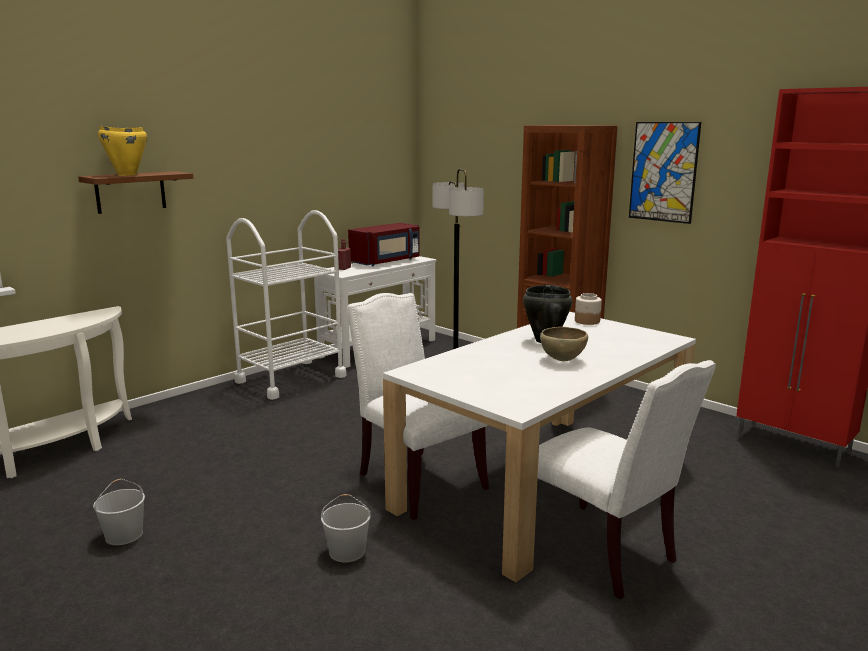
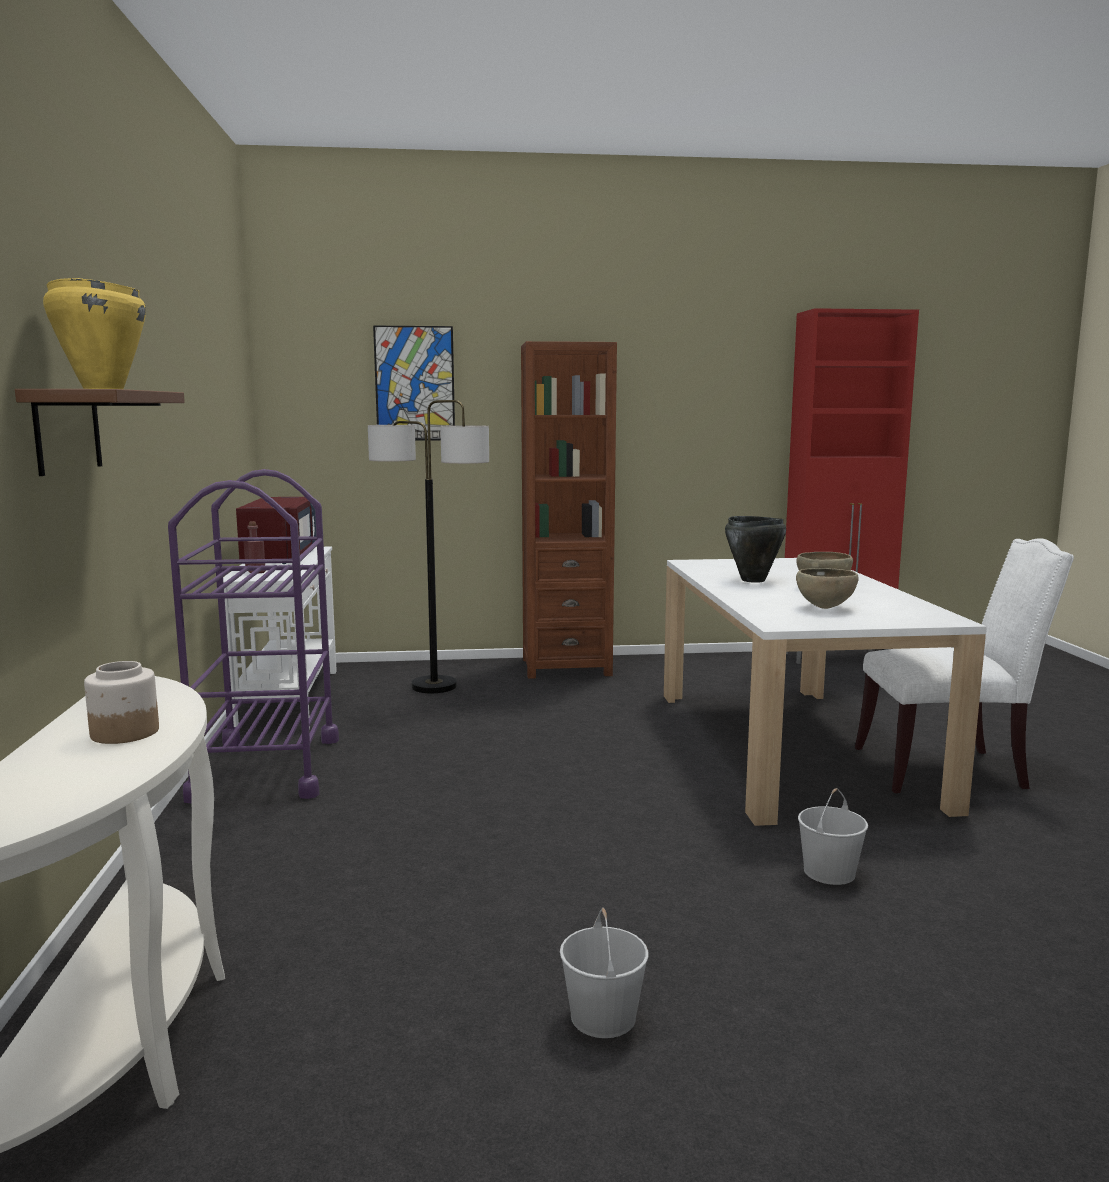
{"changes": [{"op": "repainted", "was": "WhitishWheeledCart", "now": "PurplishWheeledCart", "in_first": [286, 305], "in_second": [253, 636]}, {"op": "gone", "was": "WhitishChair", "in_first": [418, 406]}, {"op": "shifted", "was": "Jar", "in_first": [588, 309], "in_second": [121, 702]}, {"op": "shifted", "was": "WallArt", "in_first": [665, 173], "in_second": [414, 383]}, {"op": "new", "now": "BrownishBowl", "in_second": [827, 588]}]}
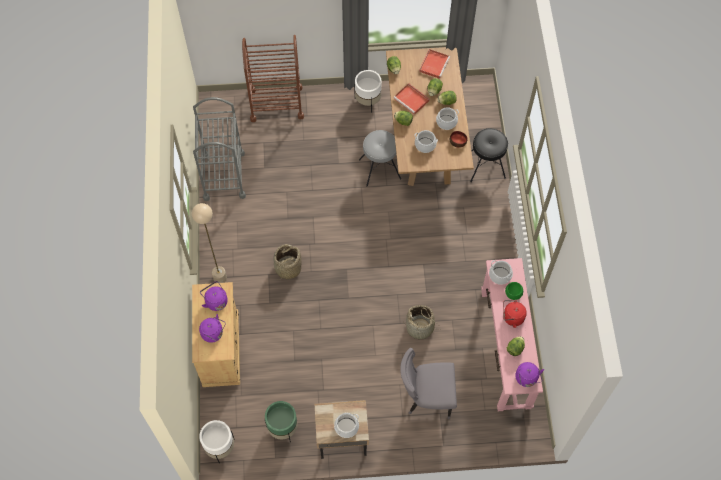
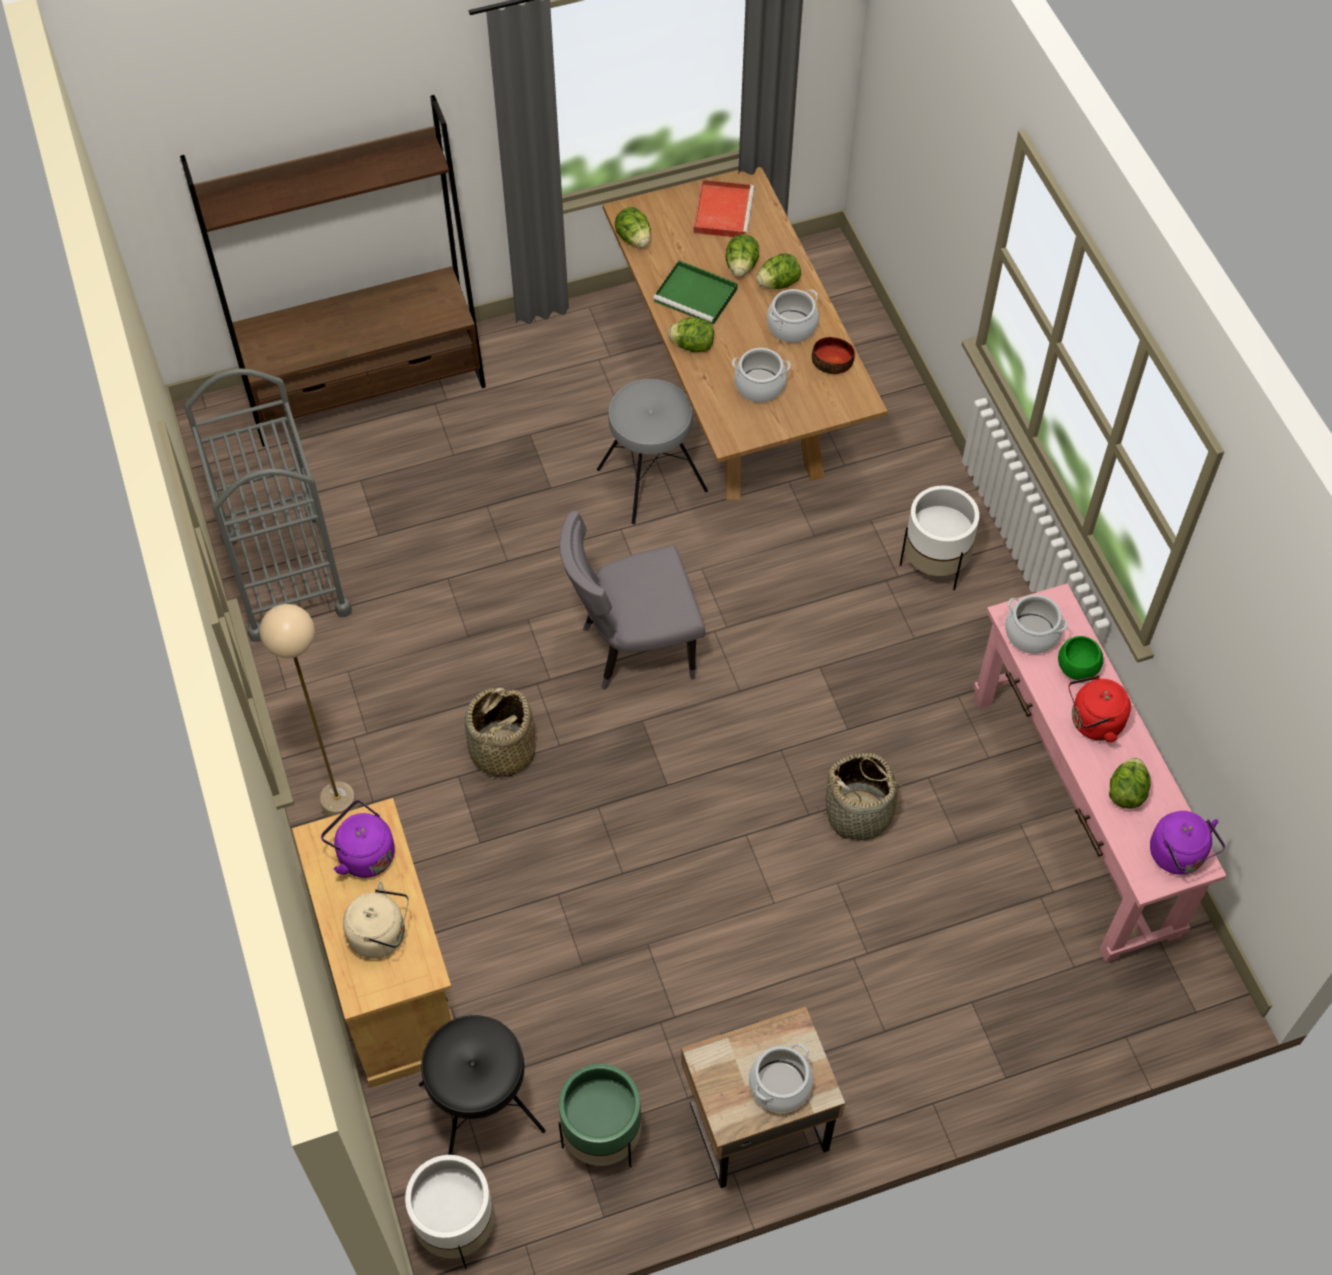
{"changes": [{"op": "repainted", "was": "PurplishTeaKettle", "now": "BeigeTeaKettle", "in_first": [212, 328], "in_second": [376, 920]}, {"op": "swapped", "was": "BrownishWheeledCart", "now": "BrownishBookcase", "in_first": [273, 78], "in_second": [333, 271]}, {"op": "shifted", "was": "WhitishPlanter", "in_first": [368, 91], "in_second": [939, 537]}, {"op": "repainted", "was": "RedServingTray", "now": "GreenishServingTray", "in_first": [411, 99], "in_second": [695, 292]}, {"op": "shifted", "was": "GreyishChair", "in_first": [428, 383], "in_second": [632, 600]}, {"op": "shifted", "was": "BlackishStool", "in_first": [489, 155], "in_second": [482, 1085]}]}
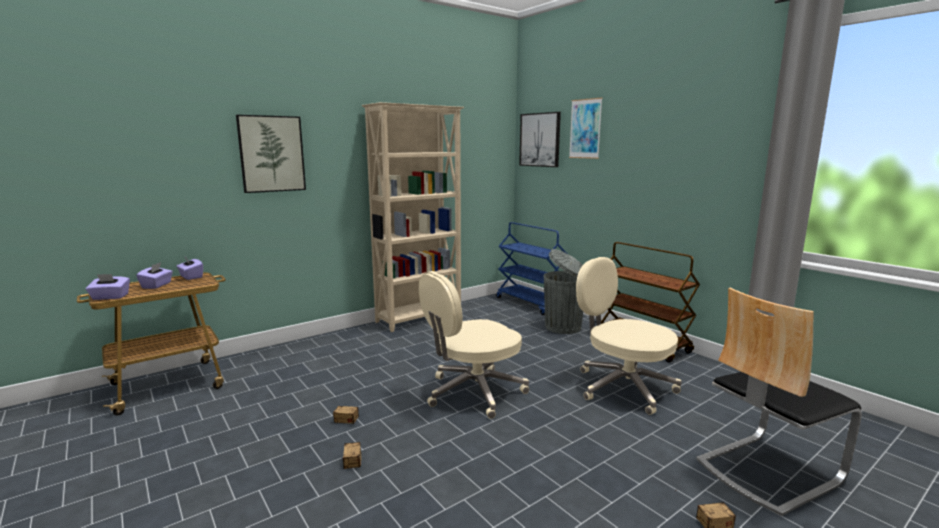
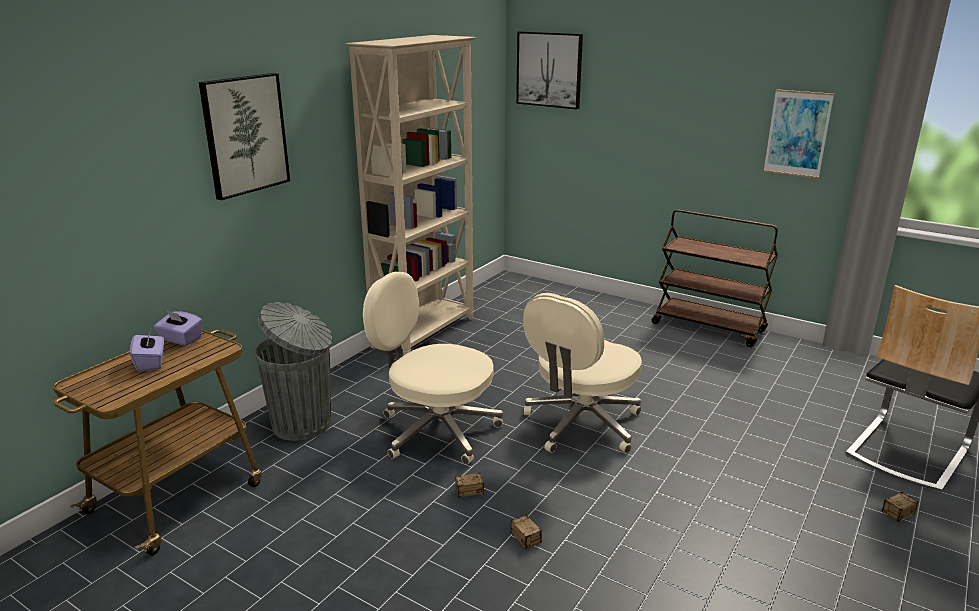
{"changes": [{"op": "gone", "was": "PurplishTissueBox", "in_first": [108, 287]}, {"op": "gone", "was": "BlueColouredWheeledCart", "in_first": [531, 268]}, {"op": "shifted", "was": "GreyishTrashCan", "in_first": [563, 291], "in_second": [294, 371]}, {"op": "shifted", "was": "WallArt", "in_first": [586, 128], "in_second": [798, 133]}, {"op": "shifted", "was": "BeigeComputerChair", "in_first": [629, 336], "in_second": [433, 368]}]}
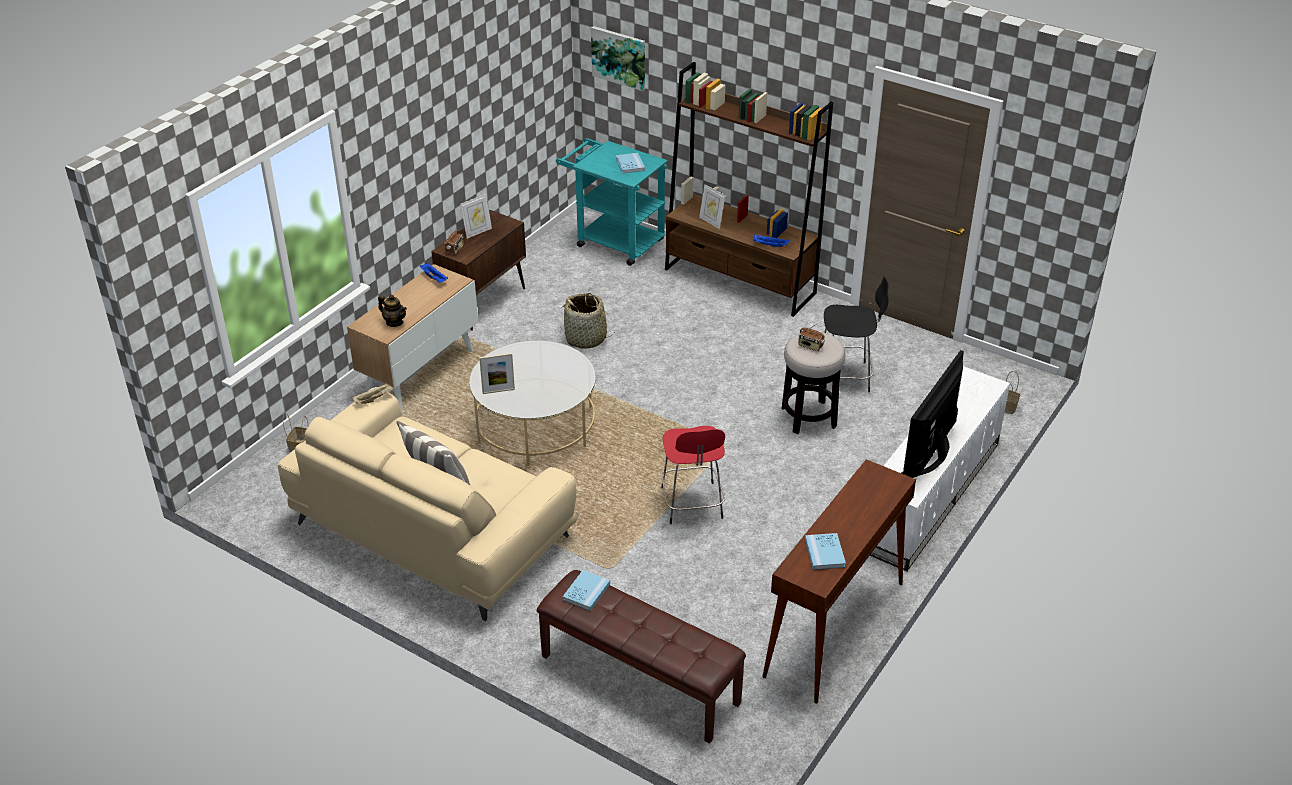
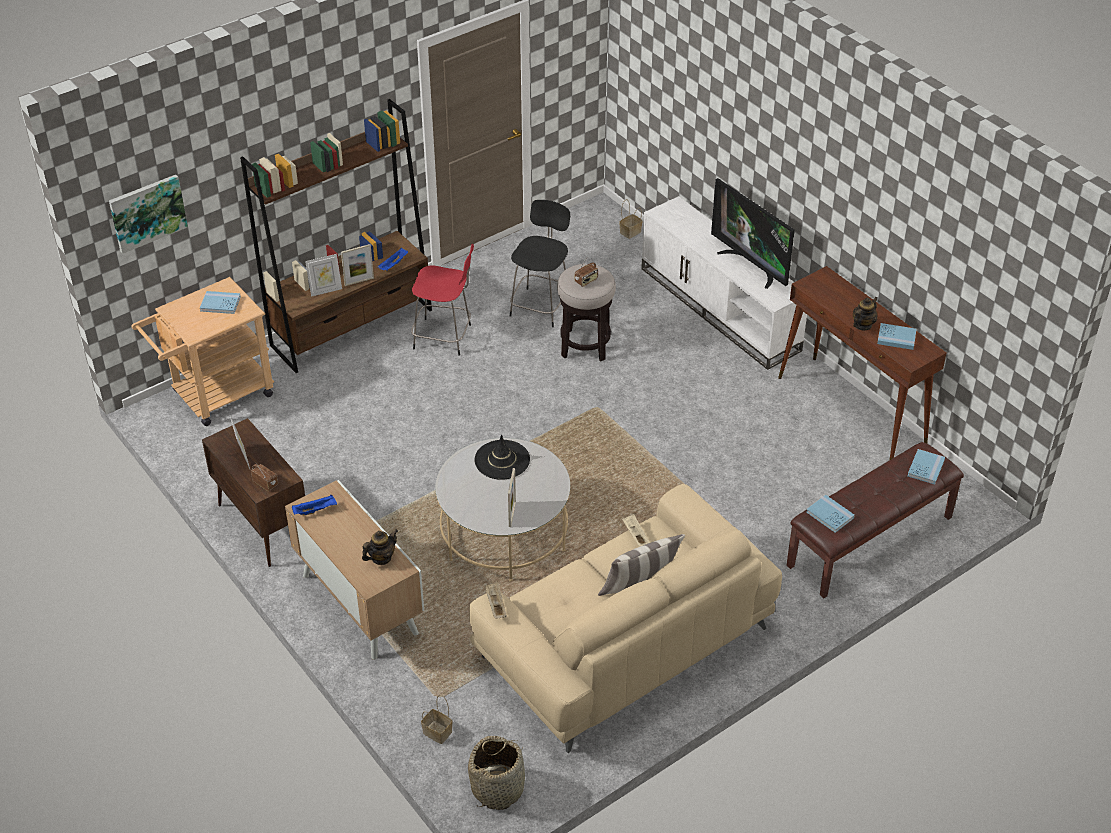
{"changes": [{"op": "repainted", "was": "TurquoiseColouredWheeledCart", "now": "BeigeWheeledCart", "in_first": [612, 202], "in_second": [202, 351]}, {"op": "shifted", "was": "HouseholdBasket", "in_first": [587, 321], "in_second": [496, 773]}, {"op": "shifted", "was": "RedStool", "in_first": [693, 475], "in_second": [442, 300]}, {"op": "new", "now": "PictureFrame", "in_second": [357, 265]}, {"op": "new", "now": "BlackishHat", "in_second": [502, 457]}, {"op": "new", "now": "BeigeServingTray", "in_second": [636, 530]}, {"op": "new", "now": "TeaPot", "in_second": [865, 314]}, {"op": "new", "now": "BlueColouredVolume", "in_second": [926, 467]}]}
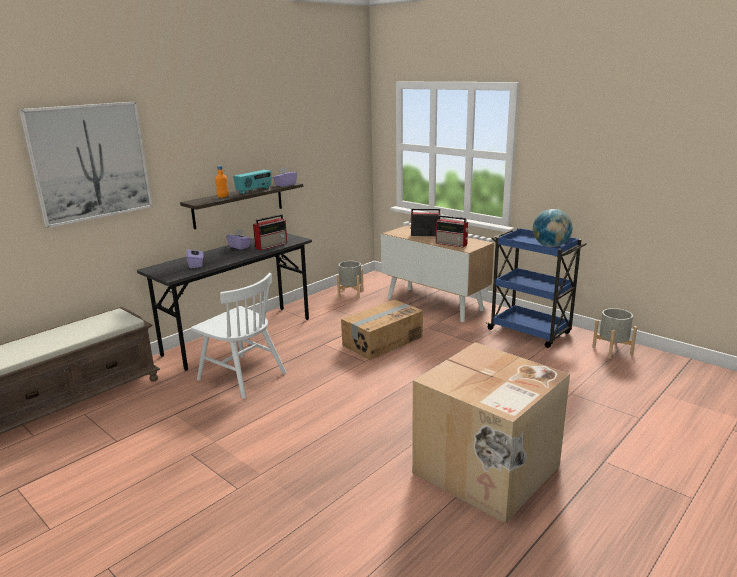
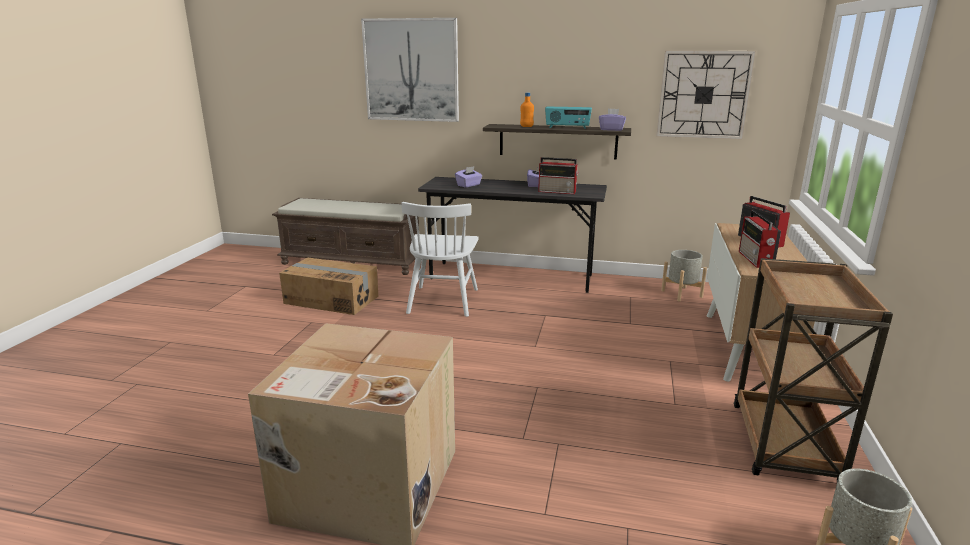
{"changes": [{"op": "shifted", "was": "CardboardBox", "in_first": [382, 330], "in_second": [328, 286]}, {"op": "repainted", "was": "BlueColouredWheeledCart", "now": "BrownishWheeledCart", "in_first": [536, 288], "in_second": [813, 369]}, {"op": "gone", "was": "Globe", "in_first": [553, 228]}, {"op": "new", "now": "ClockOnTheWall", "in_second": [706, 95]}]}
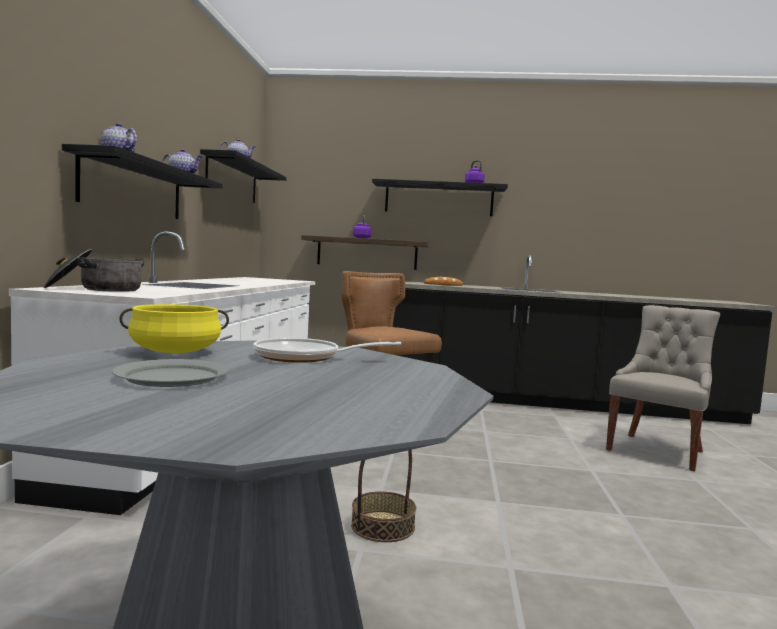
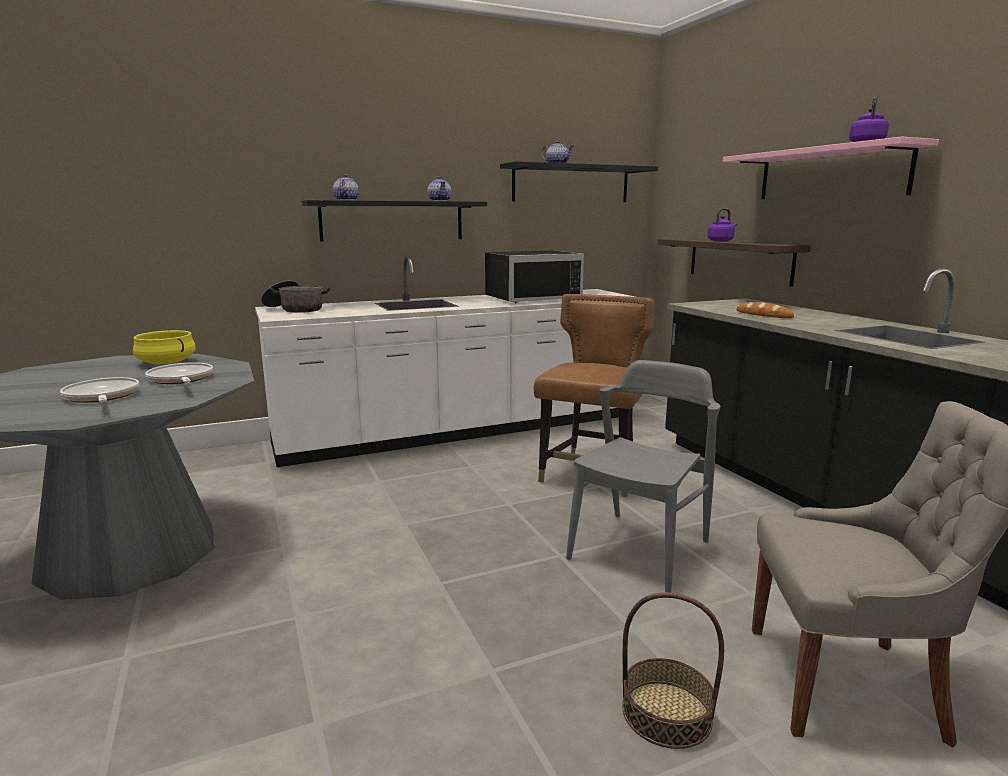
{"changes": [{"op": "gone", "was": "GreyishFlatDish", "in_first": [170, 373]}, {"op": "shifted", "was": "HouseholdBasket", "in_first": [383, 496], "in_second": [673, 670]}, {"op": "repainted", "was": "BlackishBracketShelf", "now": "PinkColouredBracketShelf", "in_first": [440, 197], "in_second": [831, 168]}, {"op": "new", "now": "Skillet", "in_second": [99, 390]}, {"op": "new", "now": "BlackishMicrowave", "in_second": [534, 277]}, {"op": "new", "now": "GreyishChair", "in_second": [643, 476]}]}
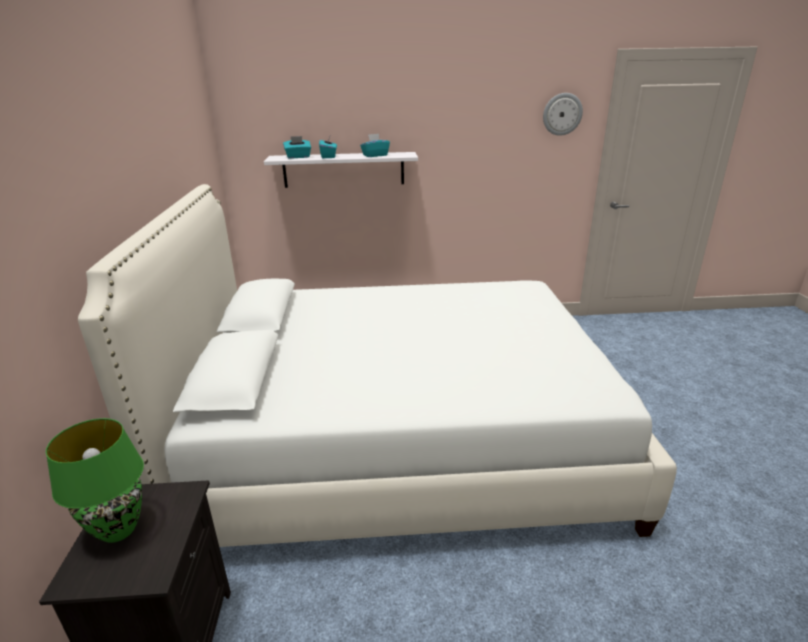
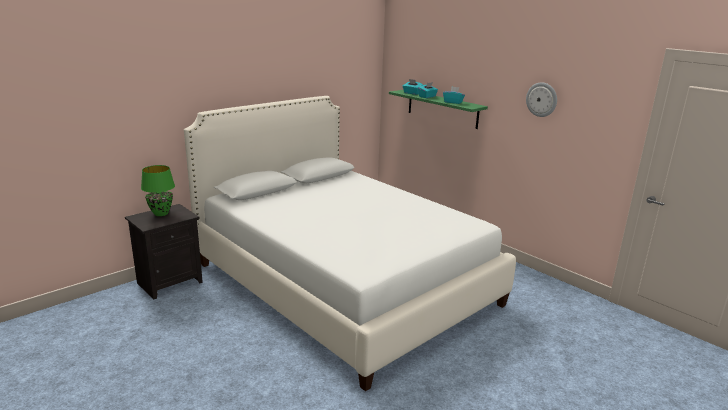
{"changes": [{"op": "repainted", "was": "WhitishBracketShelf", "now": "GreenishBracketShelf", "in_first": [341, 170], "in_second": [438, 109]}, {"op": "shifted", "was": "ClockOnTheWall", "in_first": [563, 114], "in_second": [541, 99]}]}
